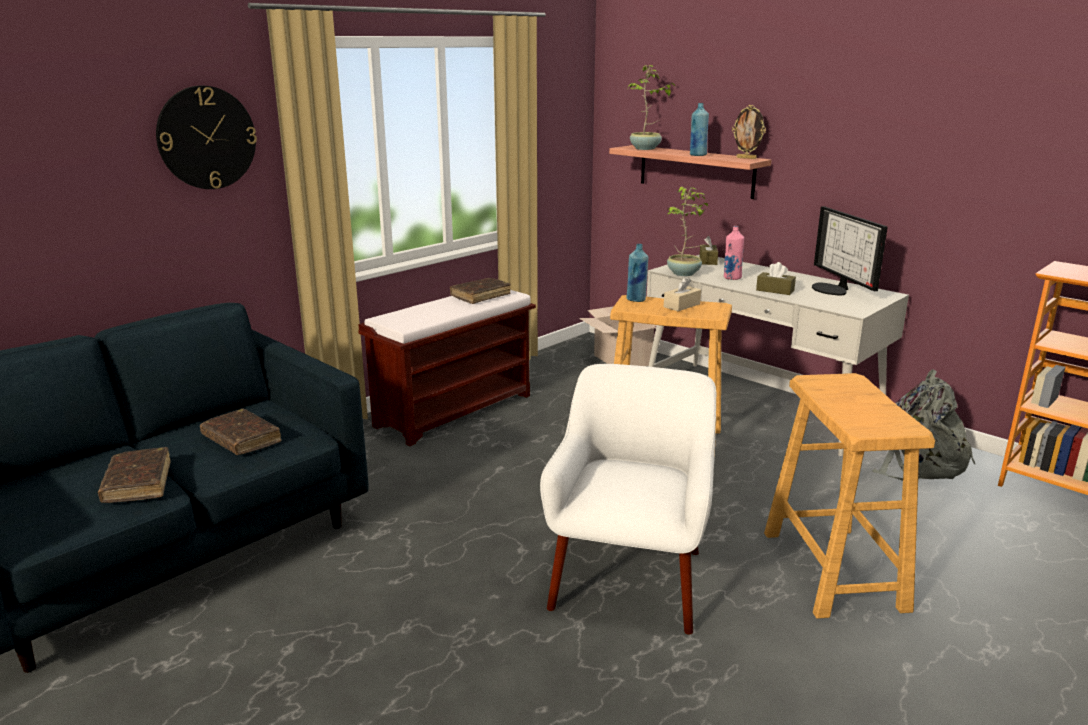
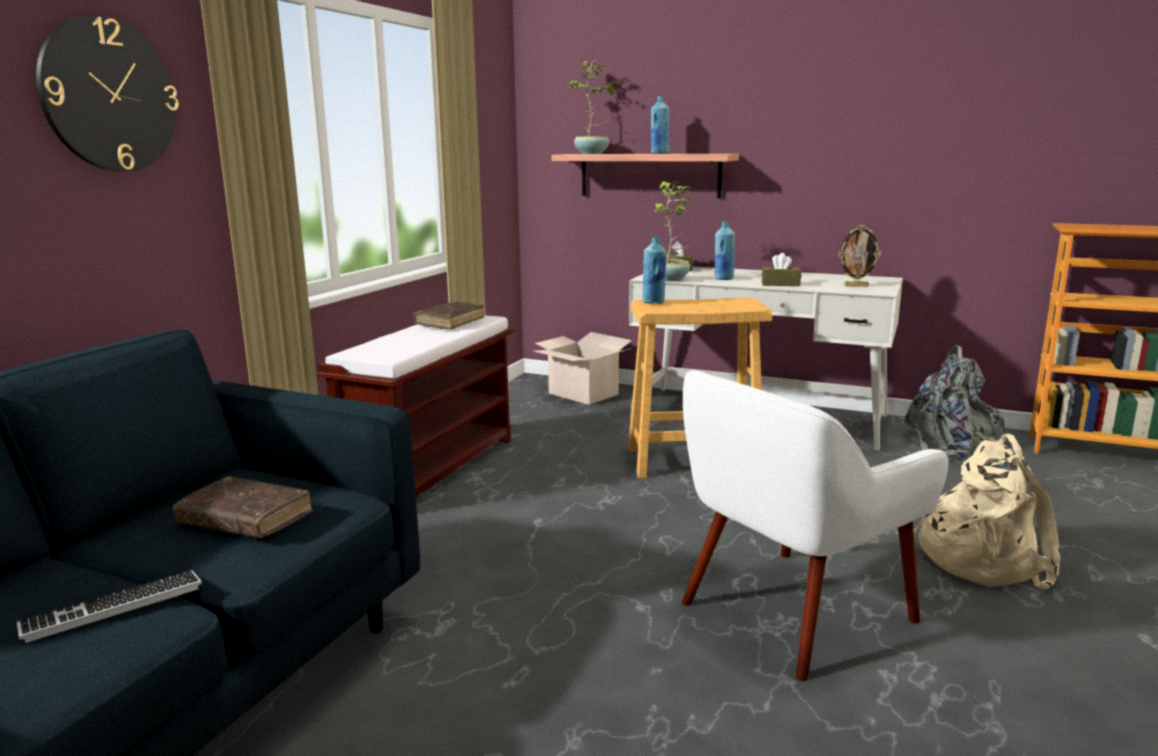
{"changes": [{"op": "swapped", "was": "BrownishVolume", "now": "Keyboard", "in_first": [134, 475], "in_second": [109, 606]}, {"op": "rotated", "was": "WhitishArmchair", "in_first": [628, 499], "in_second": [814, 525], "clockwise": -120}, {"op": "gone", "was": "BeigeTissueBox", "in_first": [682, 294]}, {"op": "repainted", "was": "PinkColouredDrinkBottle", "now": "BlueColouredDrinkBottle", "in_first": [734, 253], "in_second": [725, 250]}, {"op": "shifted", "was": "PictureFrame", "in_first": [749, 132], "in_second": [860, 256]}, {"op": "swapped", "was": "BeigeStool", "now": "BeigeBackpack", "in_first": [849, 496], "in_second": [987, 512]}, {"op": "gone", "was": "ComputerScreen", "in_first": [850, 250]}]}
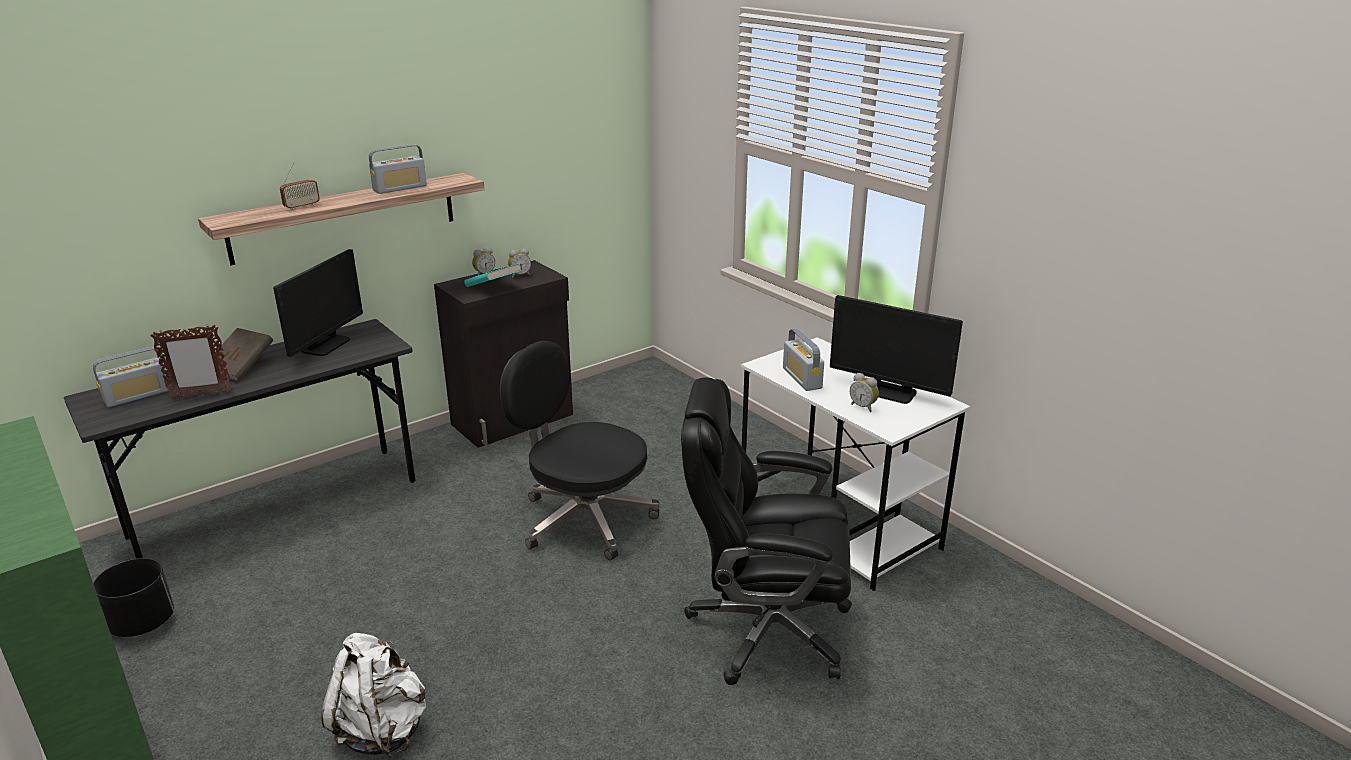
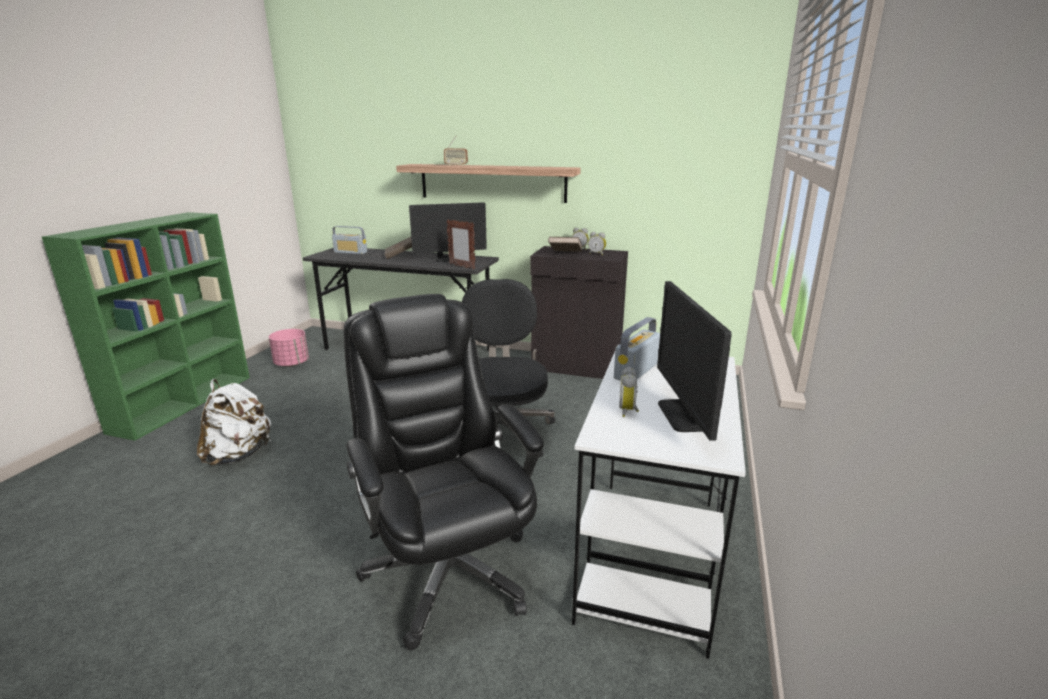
{"changes": [{"op": "repainted", "was": "BlackishPlanter", "now": "PinkColouredPlanter", "in_first": [133, 597], "in_second": [289, 348]}, {"op": "shifted", "was": "PictureFrame", "in_first": [191, 362], "in_second": [460, 244]}, {"op": "gone", "was": "RadioSet", "in_first": [398, 169]}, {"op": "repainted", "was": "TurquoiseColouredVolume", "now": "BrownishVolume", "in_first": [493, 275], "in_second": [565, 244]}]}
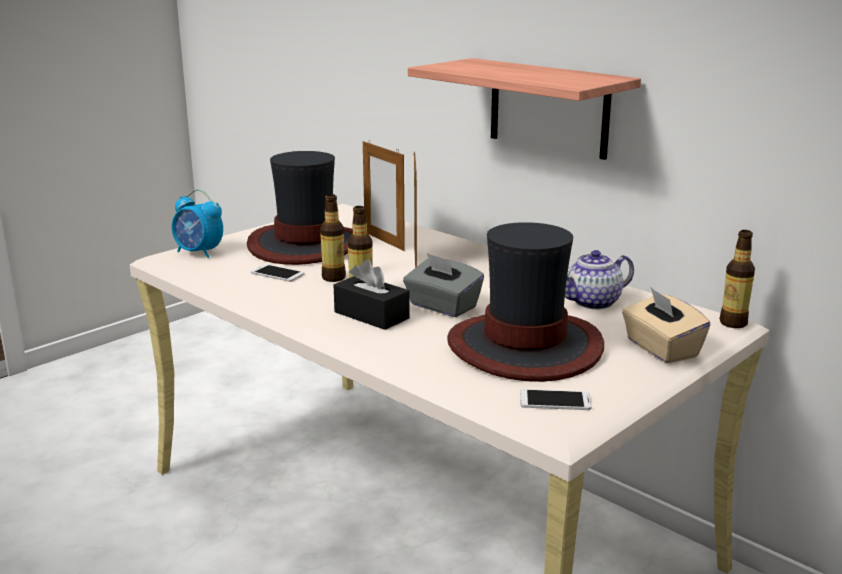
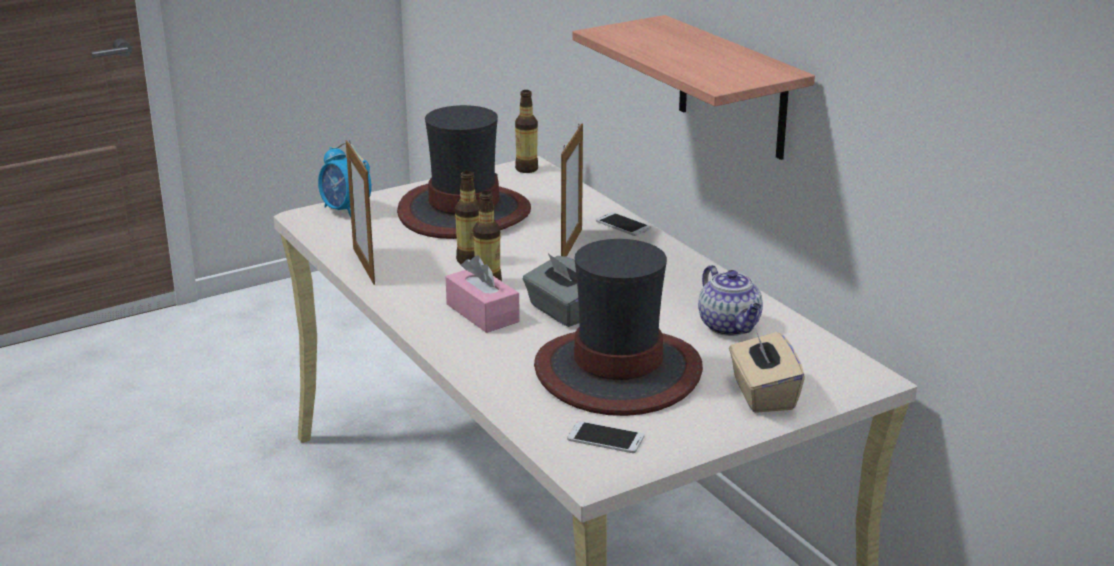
{"changes": [{"op": "shifted", "was": "Telephone", "in_first": [278, 273], "in_second": [623, 224]}, {"op": "repainted", "was": "BlackishTissueBox", "now": "PinkColouredTissueBox", "in_first": [372, 295], "in_second": [483, 294]}, {"op": "shifted", "was": "PictureFrame", "in_first": [384, 195], "in_second": [360, 212]}, {"op": "rotated", "was": "TeaPot", "in_first": [599, 280], "in_second": [730, 300], "clockwise": -105}, {"op": "shifted", "was": "DrinkBottle", "in_first": [737, 279], "in_second": [526, 131]}]}
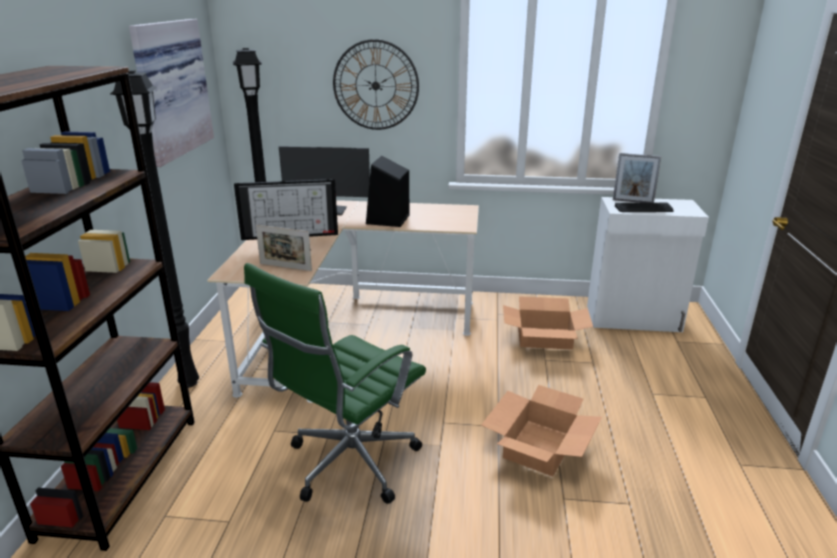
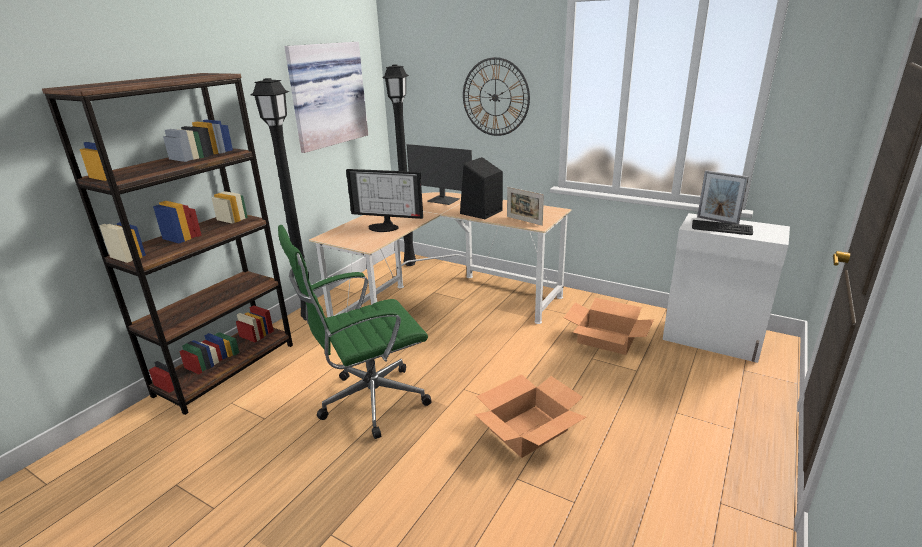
{"changes": [{"op": "shifted", "was": "PictureFrame", "in_first": [284, 248], "in_second": [525, 206]}]}
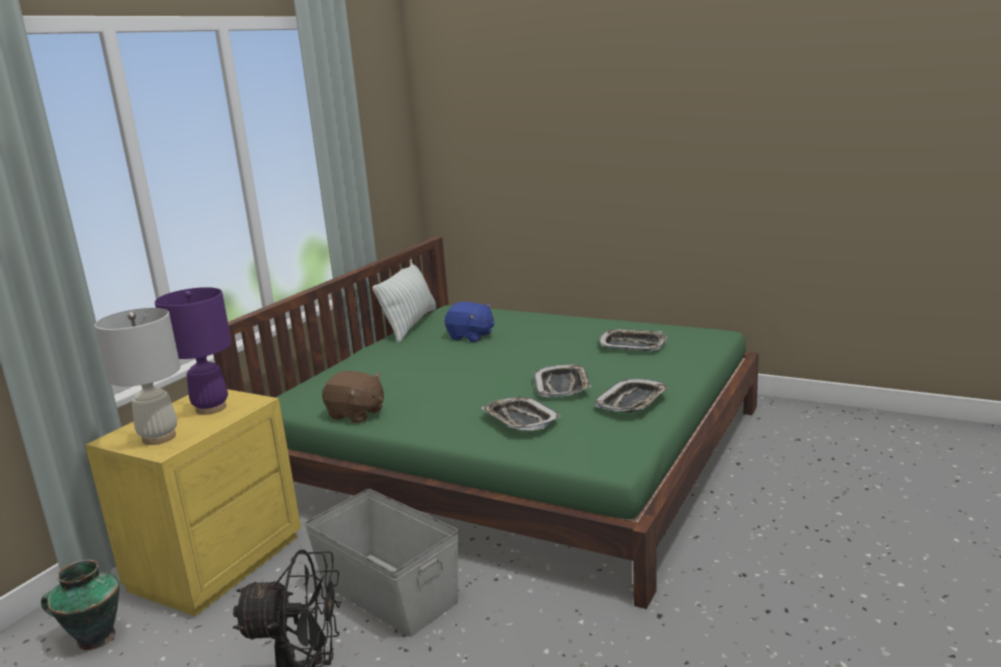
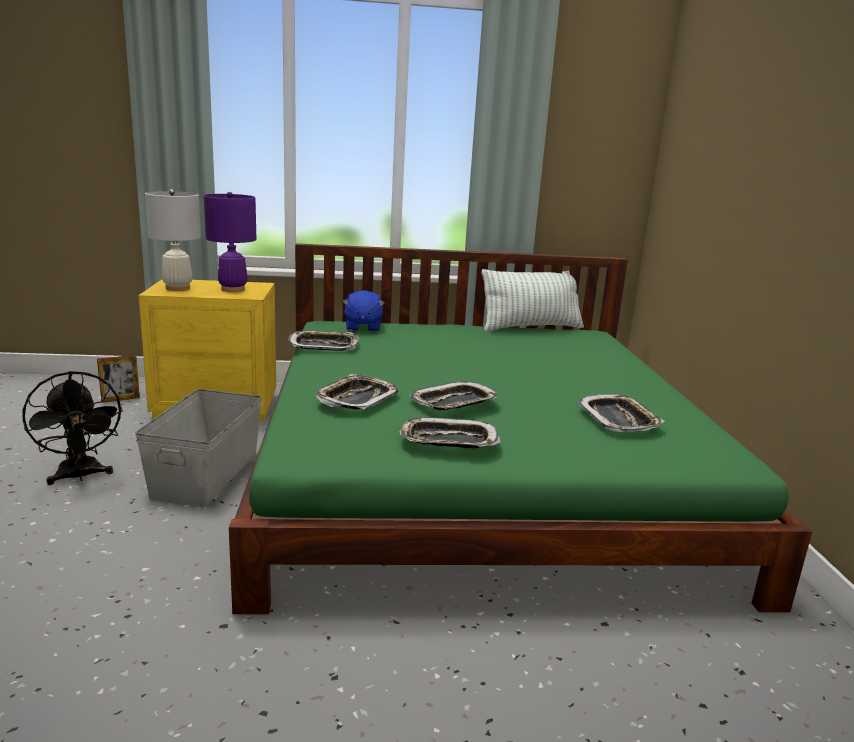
{"changes": [{"op": "swapped", "was": "Vase", "now": "PictureFrame", "in_first": [80, 605], "in_second": [118, 379]}, {"op": "swapped", "was": "BrownishCuddlyToy", "now": "ServingTray", "in_first": [353, 397], "in_second": [323, 340]}, {"op": "shifted", "was": "BlueColouredCuddlyToy", "in_first": [469, 322], "in_second": [363, 311]}]}
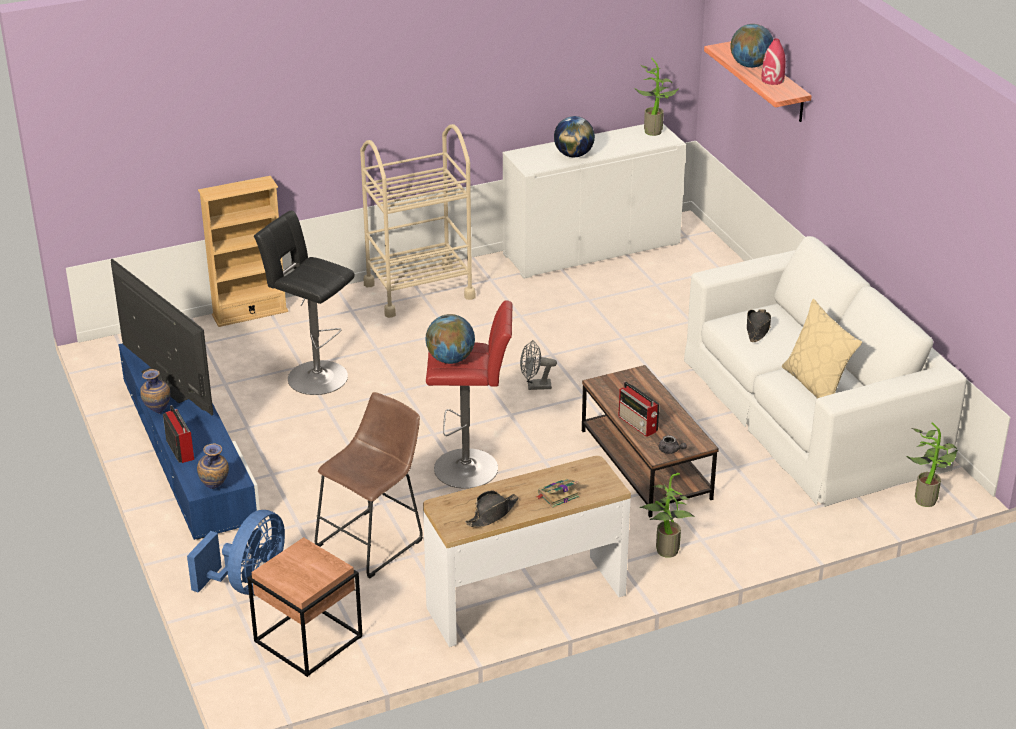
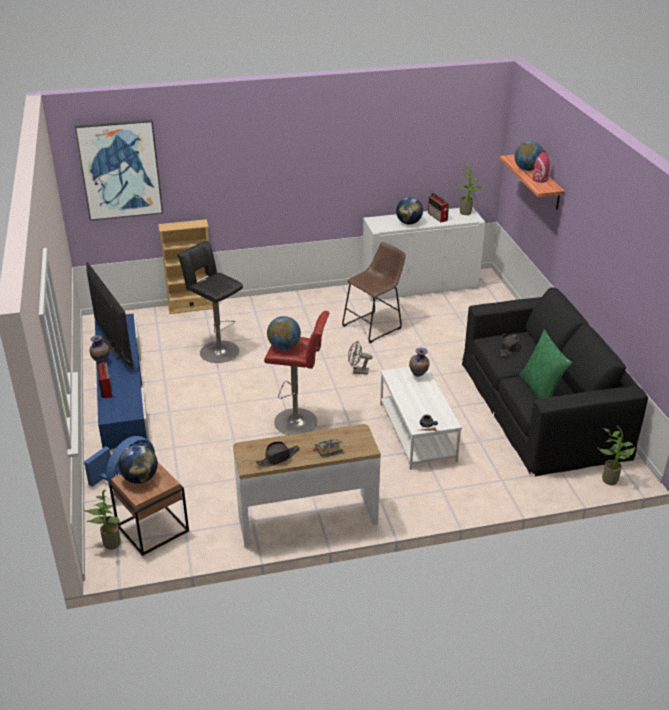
{"changes": [{"op": "shifted", "was": "Vase", "in_first": [213, 466], "in_second": [419, 362]}, {"op": "shifted", "was": "BrownishStool", "in_first": [369, 485], "in_second": [374, 292]}, {"op": "gone", "was": "BeigeWheeledCart", "in_first": [417, 221]}, {"op": "repainted", "was": "BrownishCoffeeTable", "now": "WhitishCoffeeTable", "in_first": [650, 441], "in_second": [421, 418]}, {"op": "shifted", "was": "RadioSet", "in_first": [638, 409], "in_second": [438, 207]}, {"op": "shifted", "was": "PottedPlant", "in_first": [667, 515], "in_second": [102, 520]}, {"op": "repainted", "was": "WhitishCouch", "now": "BlackishCouch", "in_first": [825, 371], "in_second": [555, 381]}, {"op": "repainted", "was": "BeigeCushion", "now": "GreenishCushion", "in_first": [822, 349], "in_second": [546, 364]}, {"op": "new", "now": "WallArt", "in_second": [118, 170]}, {"op": "new", "now": "Globe", "in_second": [138, 464]}]}
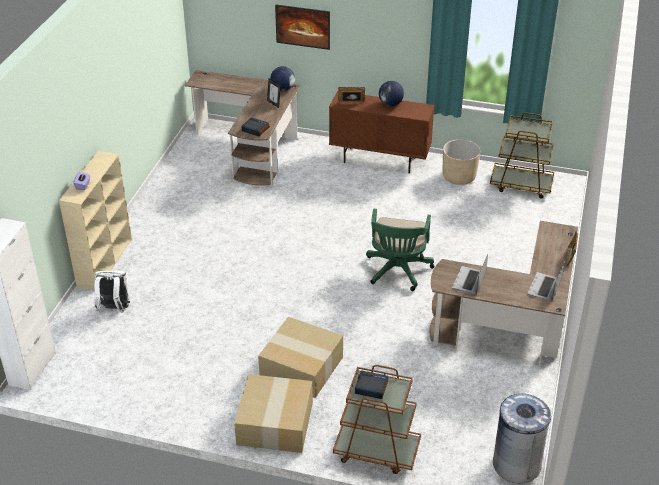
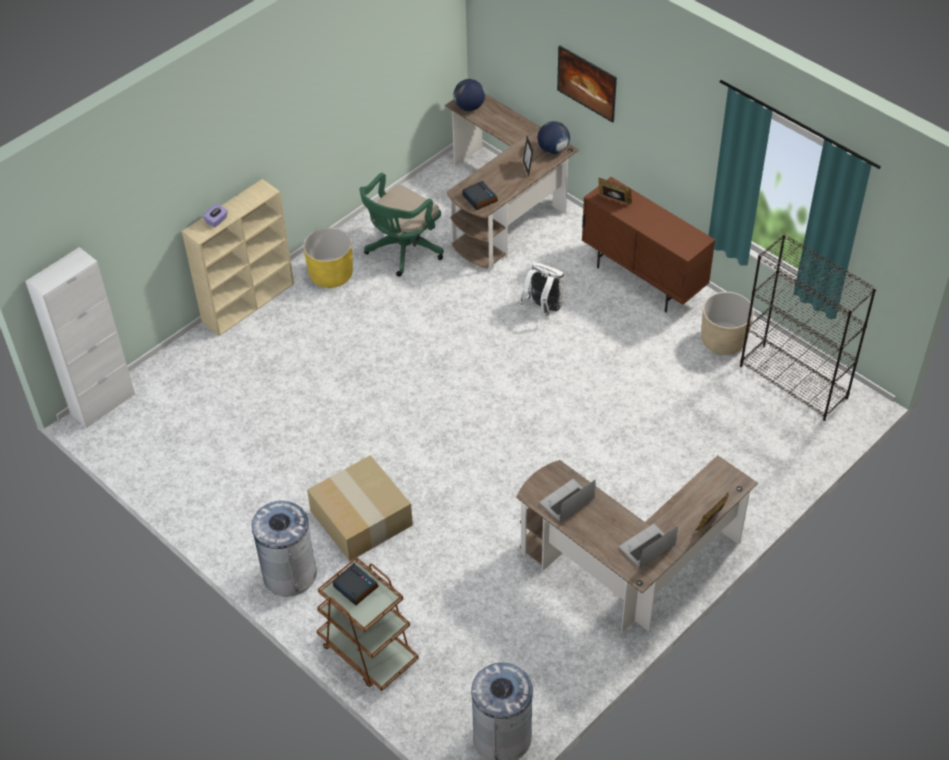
{"changes": [{"op": "shifted", "was": "WhitishBackpack", "in_first": [112, 292], "in_second": [542, 289]}, {"op": "swapped", "was": "CardboardBox", "now": "GreyishTrashCan", "in_first": [273, 413], "in_second": [284, 548]}, {"op": "shifted", "was": "GreenishComputerChair", "in_first": [400, 250], "in_second": [402, 225]}, {"op": "shifted", "was": "Globe", "in_first": [391, 93], "in_second": [469, 95]}, {"op": "swapped", "was": "BrownishWheeledCart", "now": "BlackishBookcase", "in_first": [522, 155], "in_second": [808, 327]}, {"op": "new", "now": "YellowColouredPlanter", "in_second": [328, 257]}]}
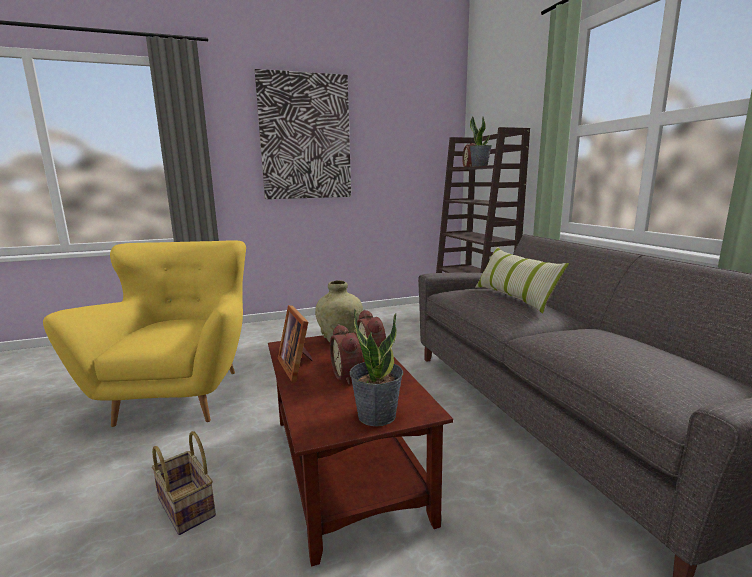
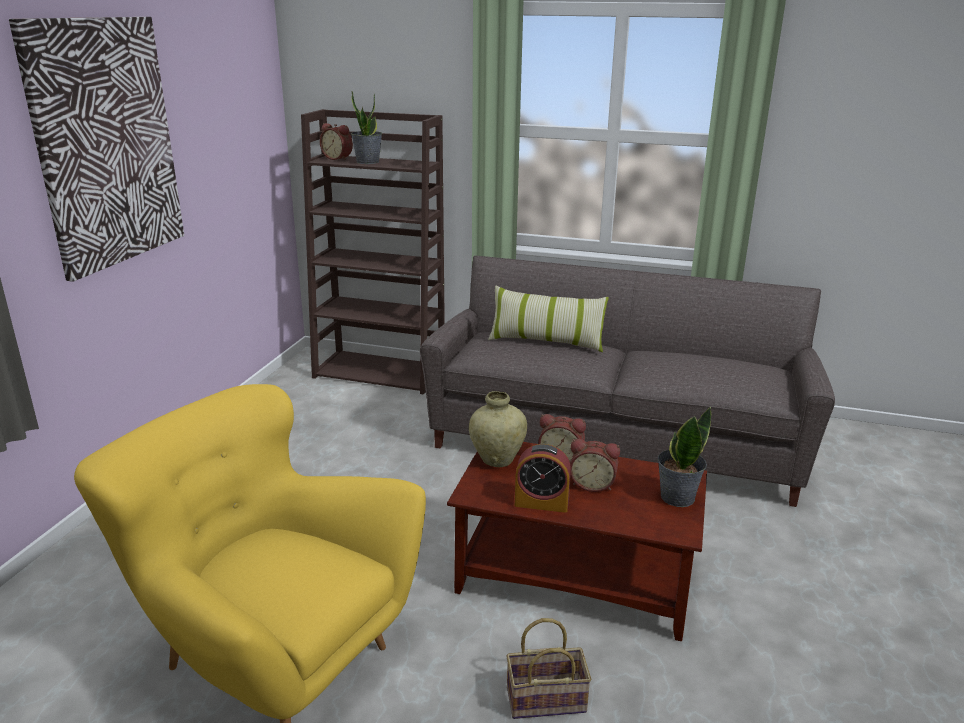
{"changes": [{"op": "swapped", "was": "PictureFrame", "now": "TableClock", "in_first": [295, 343], "in_second": [543, 478]}]}
